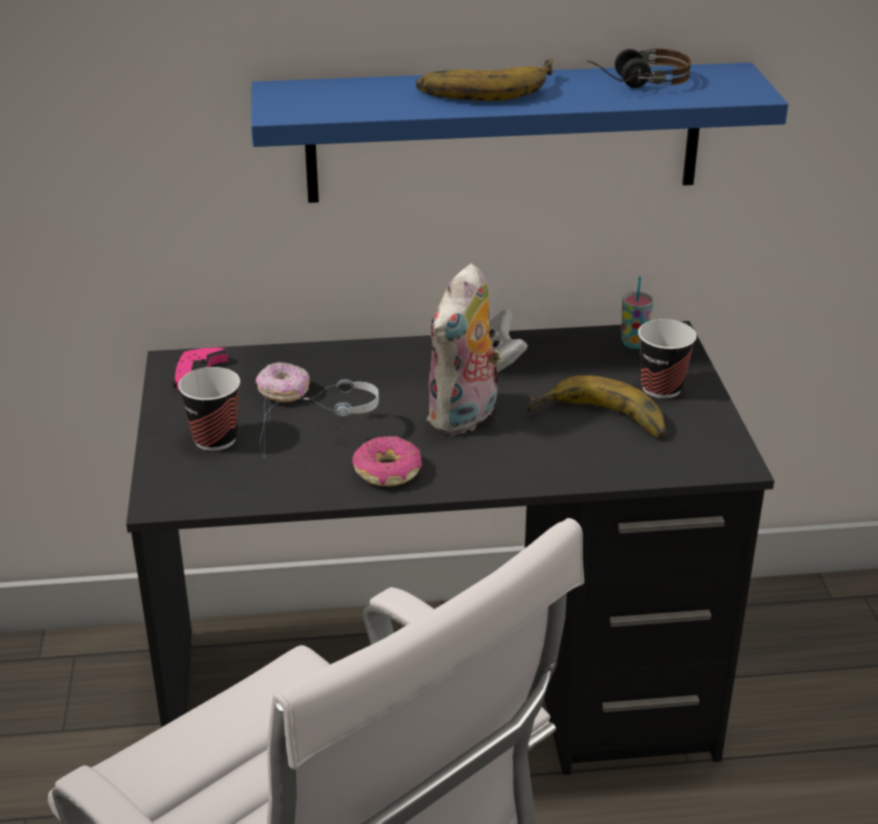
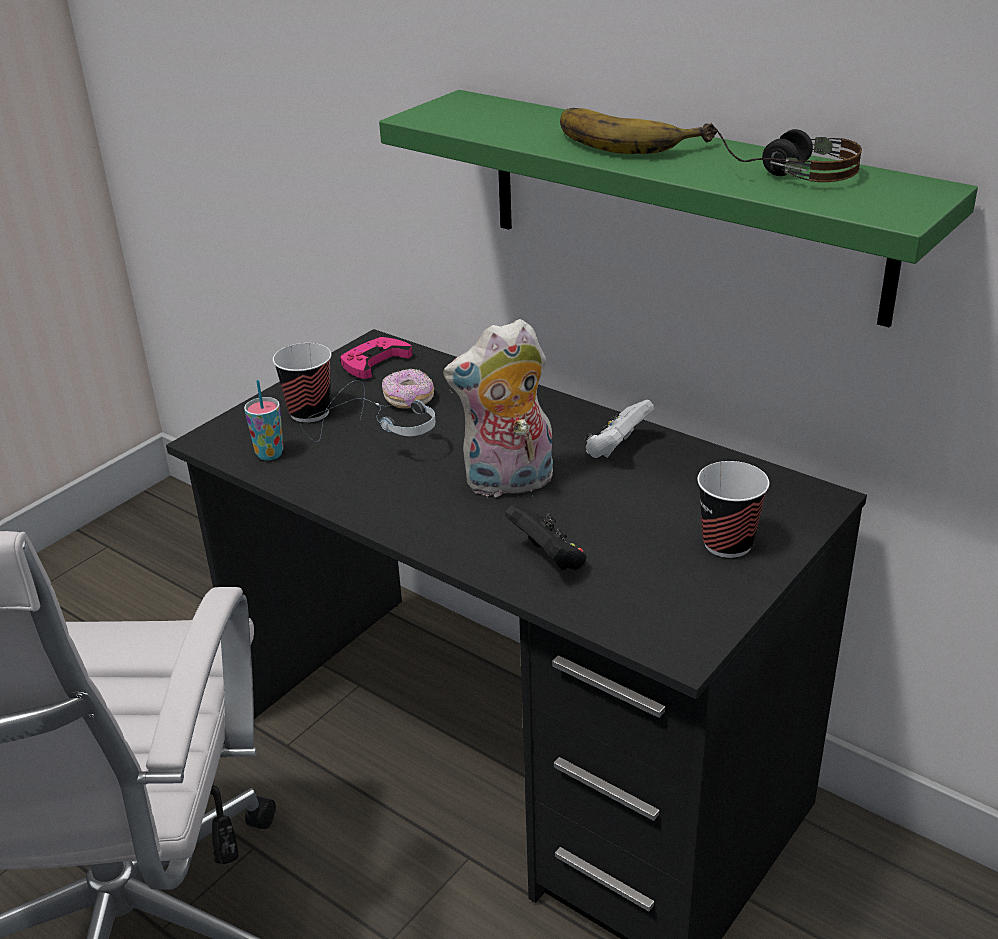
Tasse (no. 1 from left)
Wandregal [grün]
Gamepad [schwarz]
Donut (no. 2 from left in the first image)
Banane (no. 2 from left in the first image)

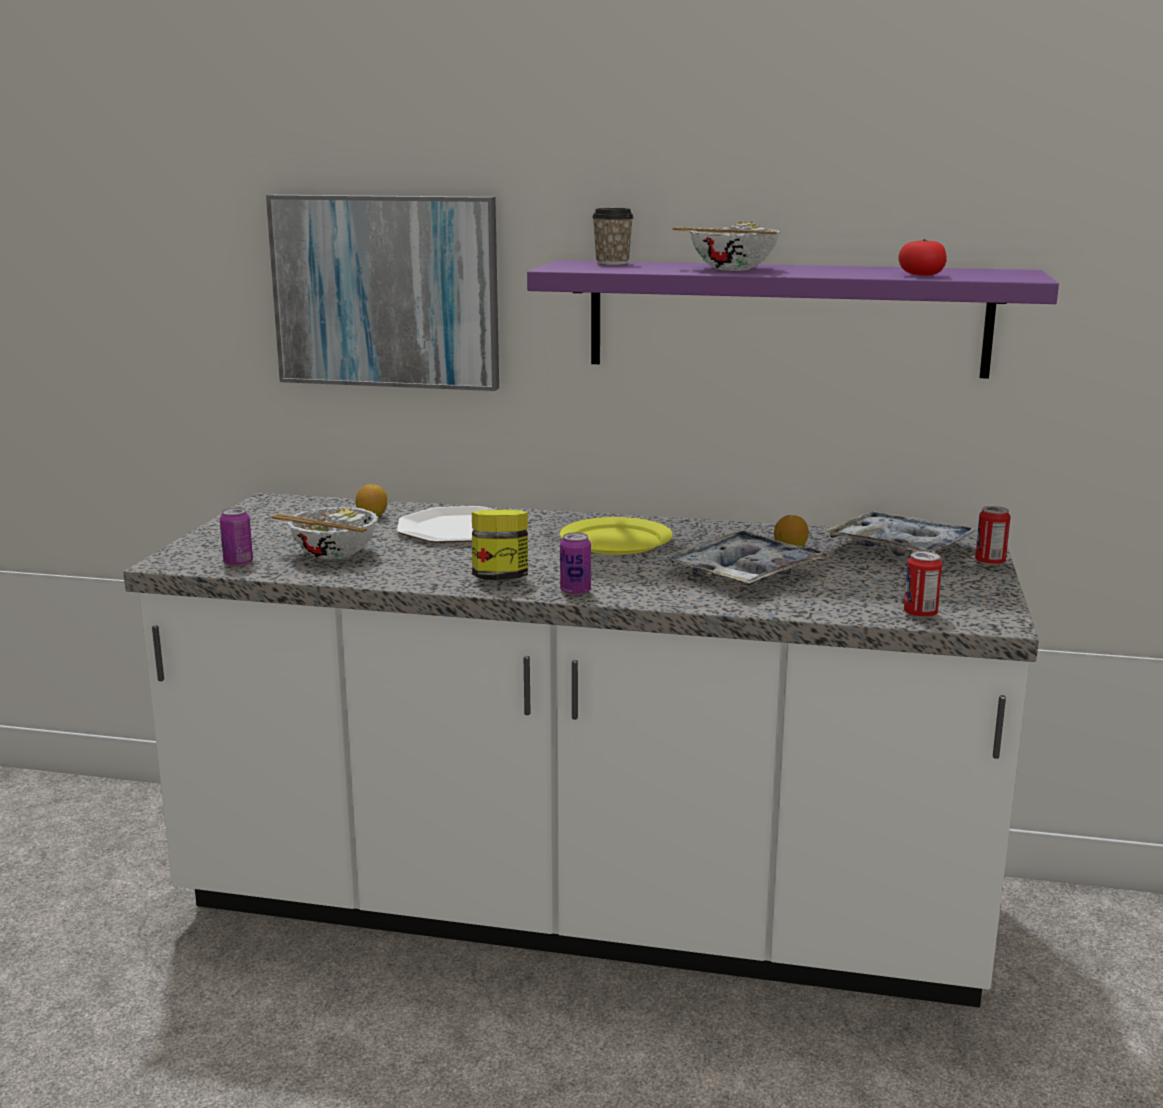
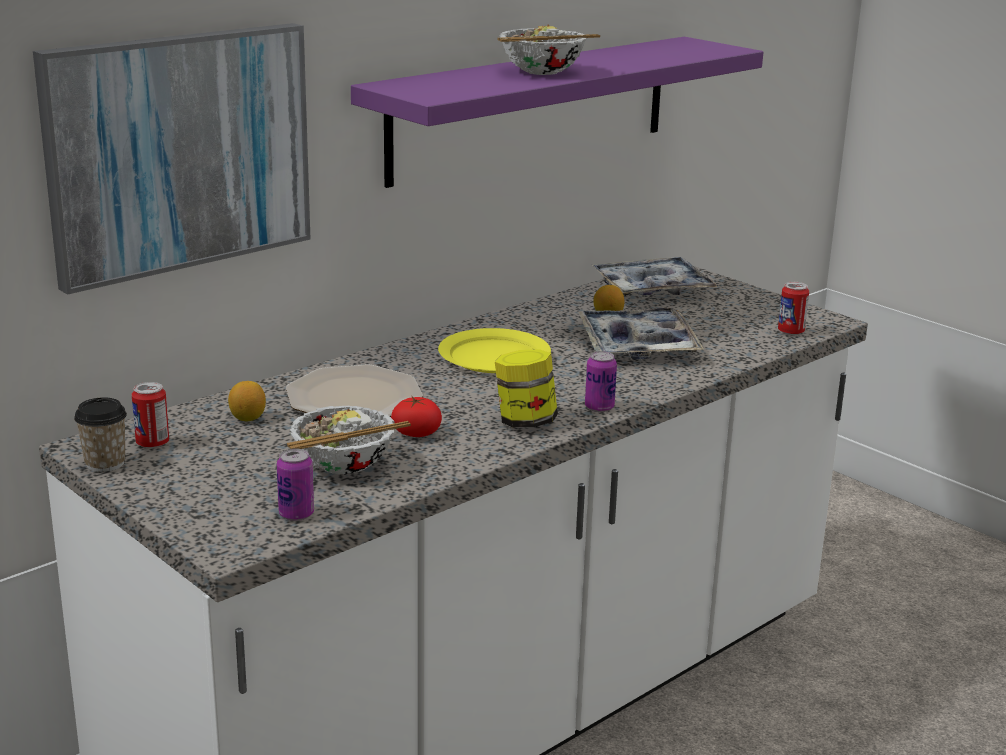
Tasse
Dose (no. 1 from left)
Tomate

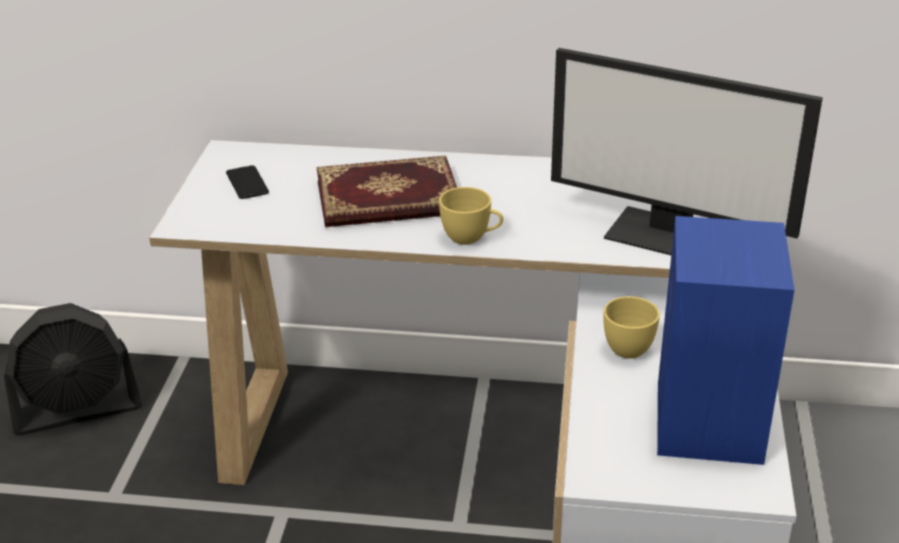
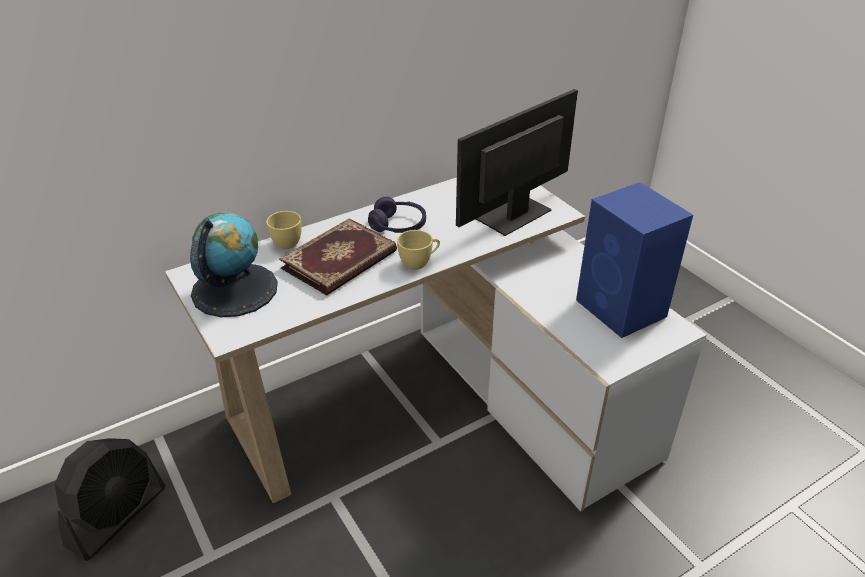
Globus
Tasse [gelb] (no. 1 from left)
Kopfhörer [lila]
Monitor

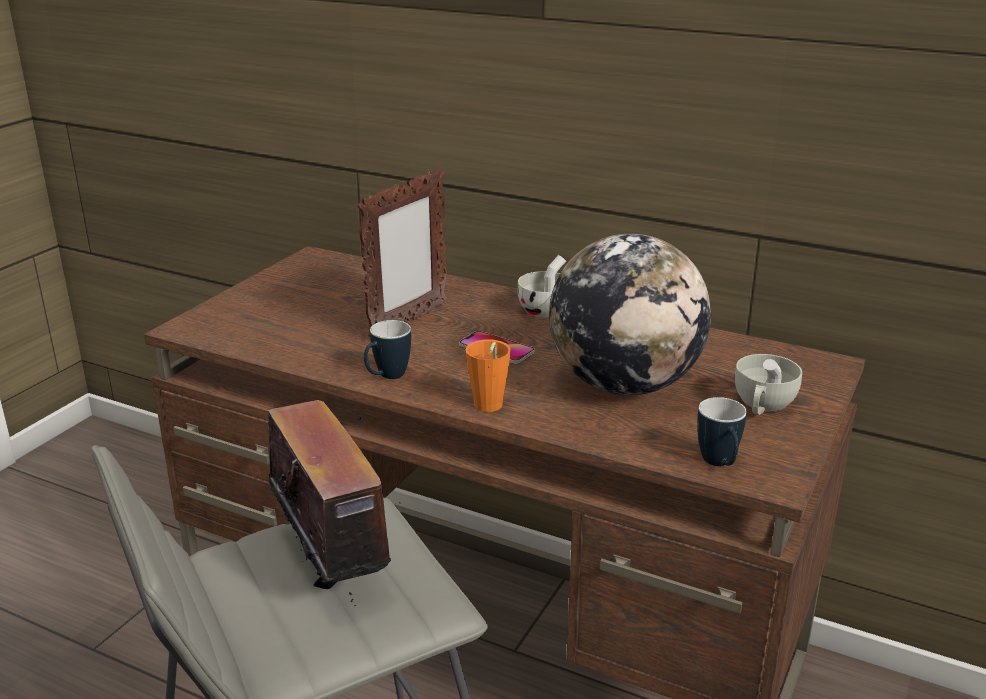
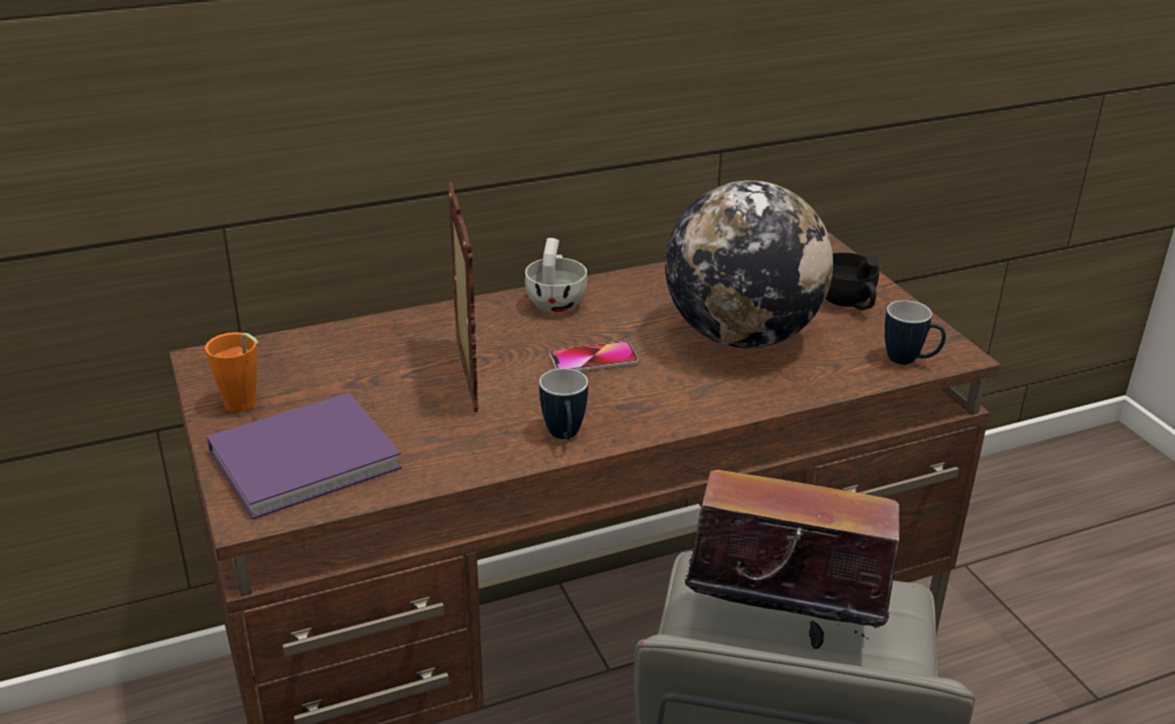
Tasse [orange]
Buch [lila]
Tasse [schwarz]

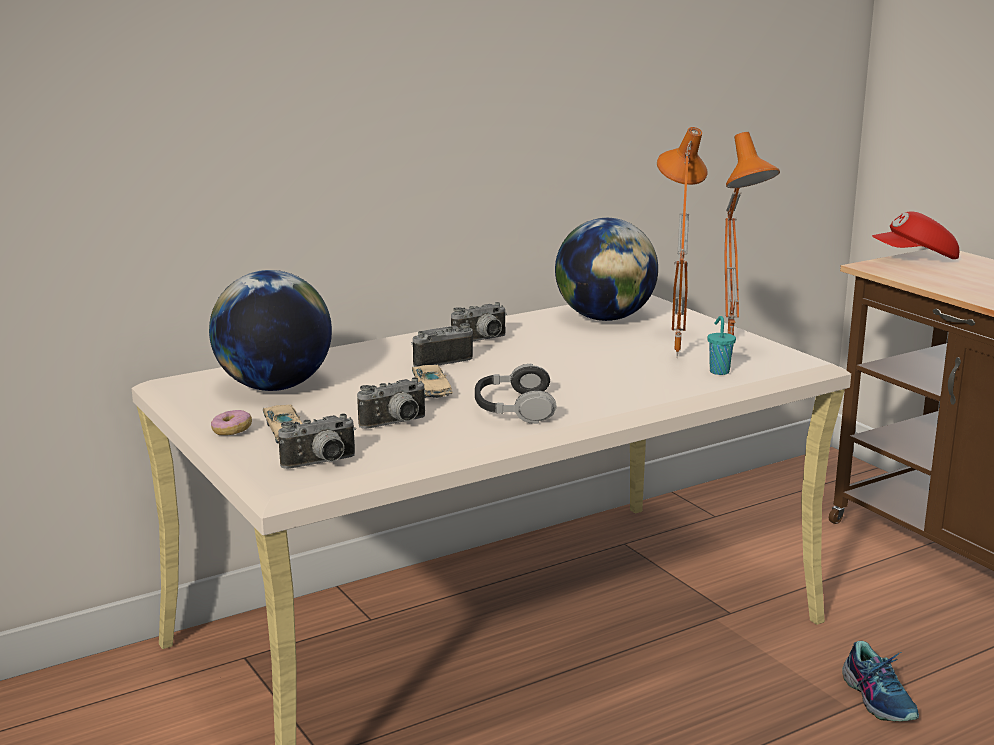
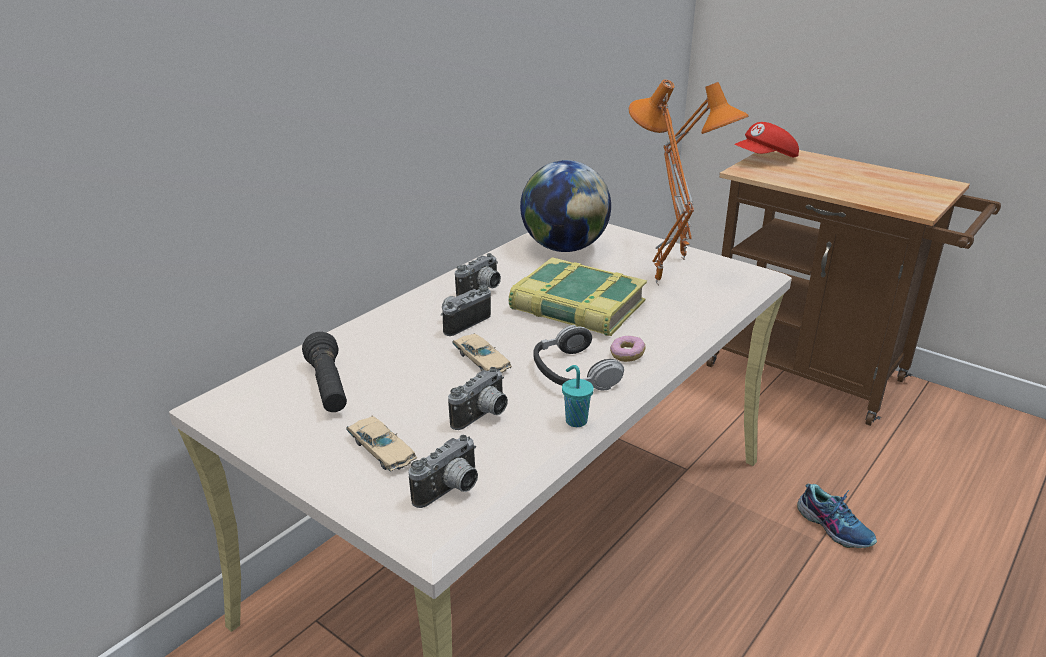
Taschenlampe [schwarz]
Buch
Tasse [türkis]
Donut

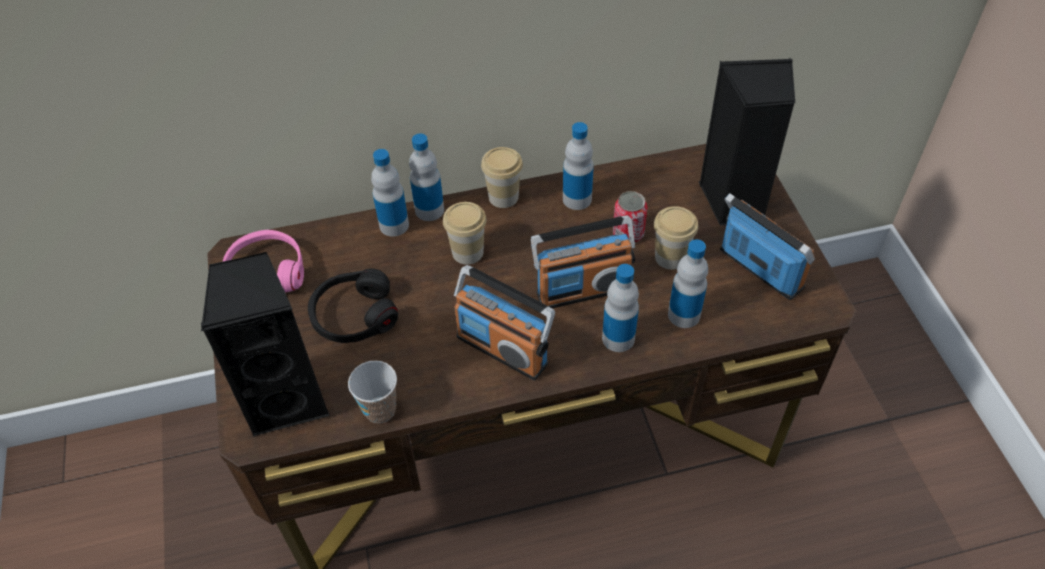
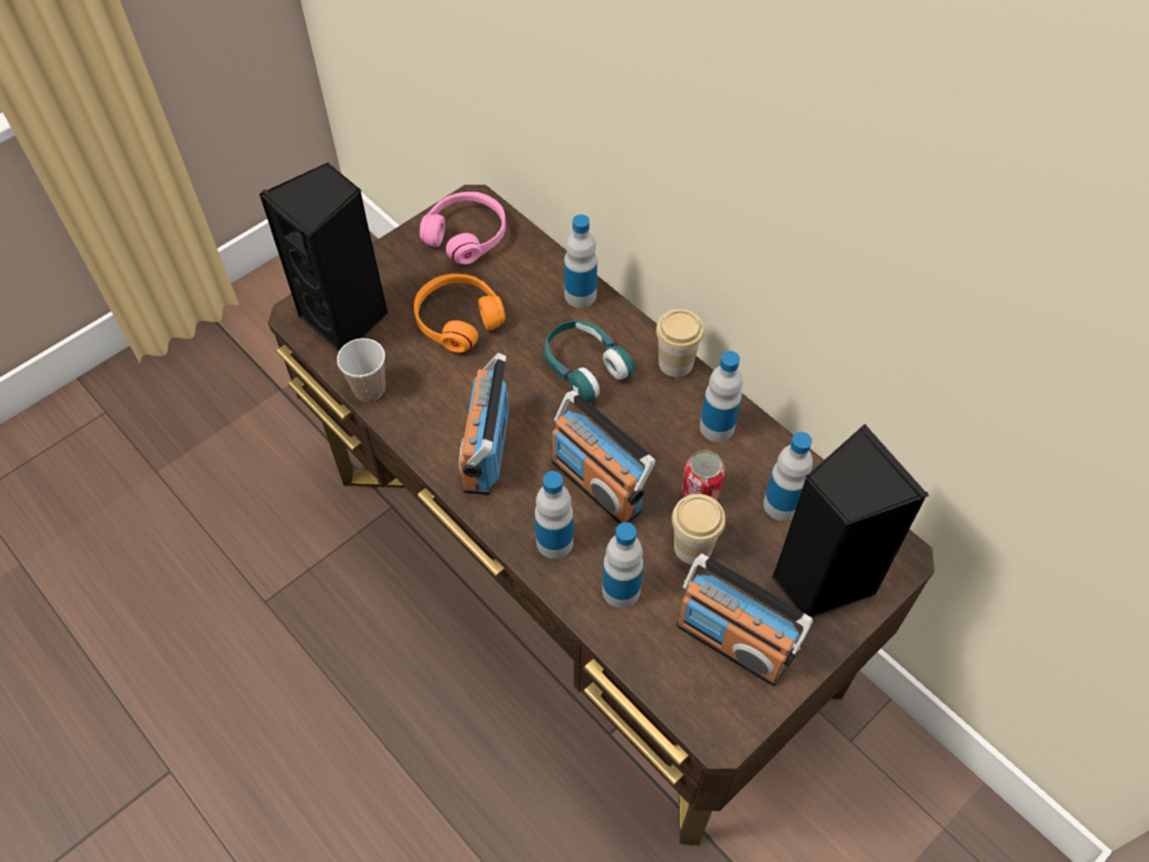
Kopfhörer [orange]
Kopfhörer [türkis]
Radio (no. 3 from left)
Flasche (no. 5 from left)

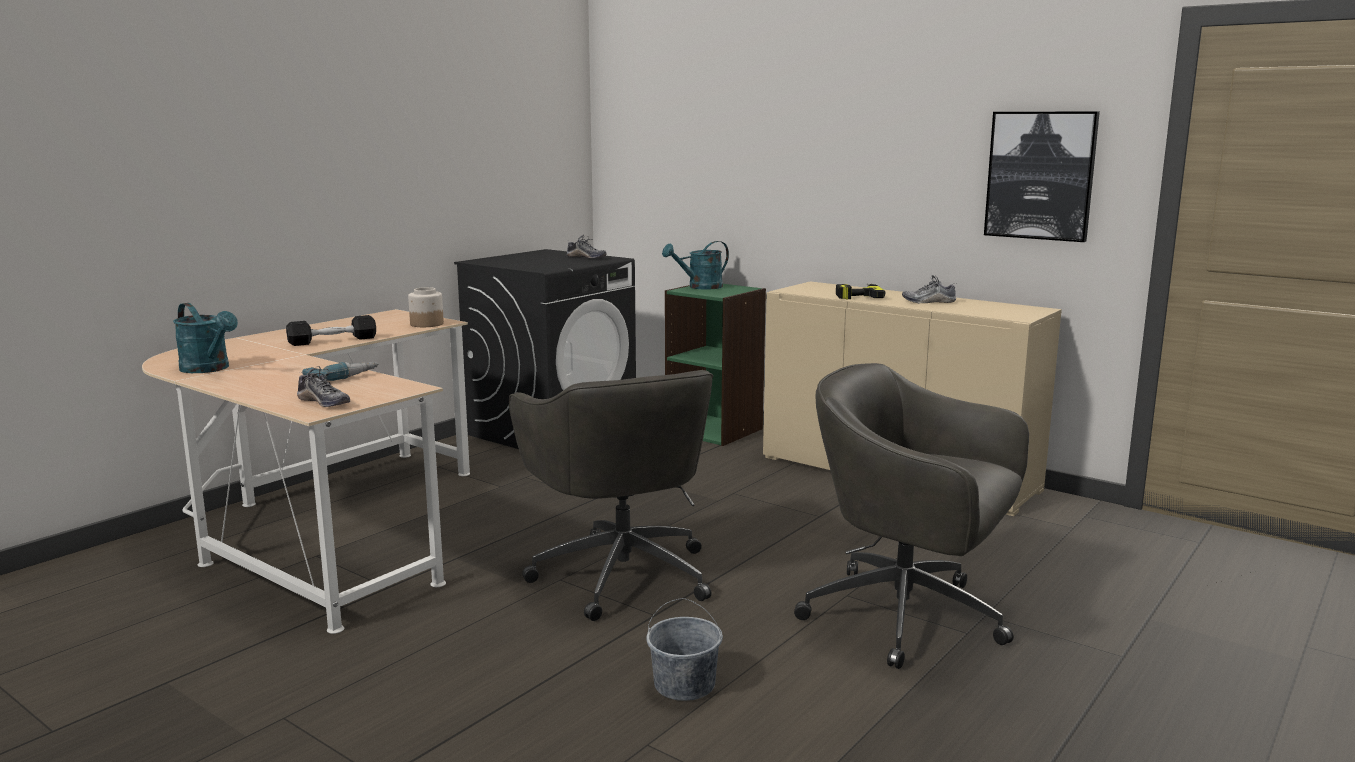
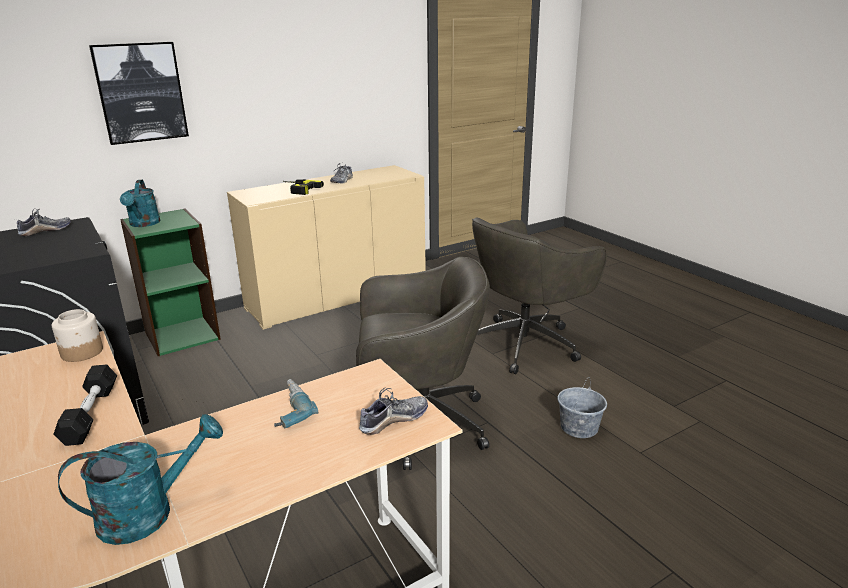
Bild

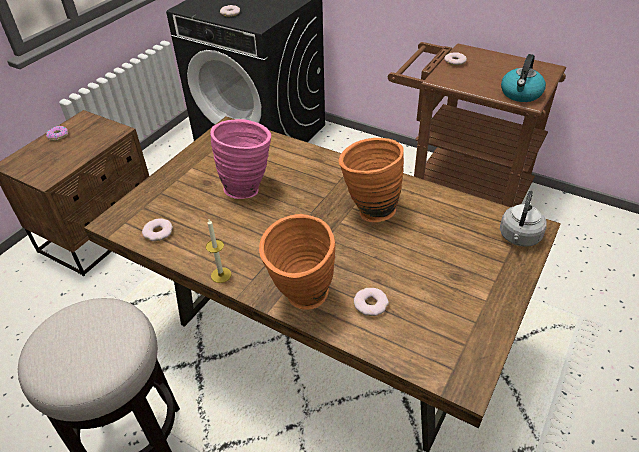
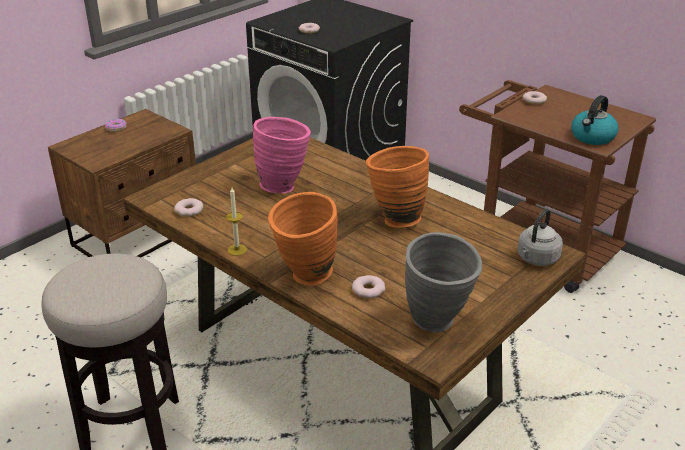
Vase [grau]

